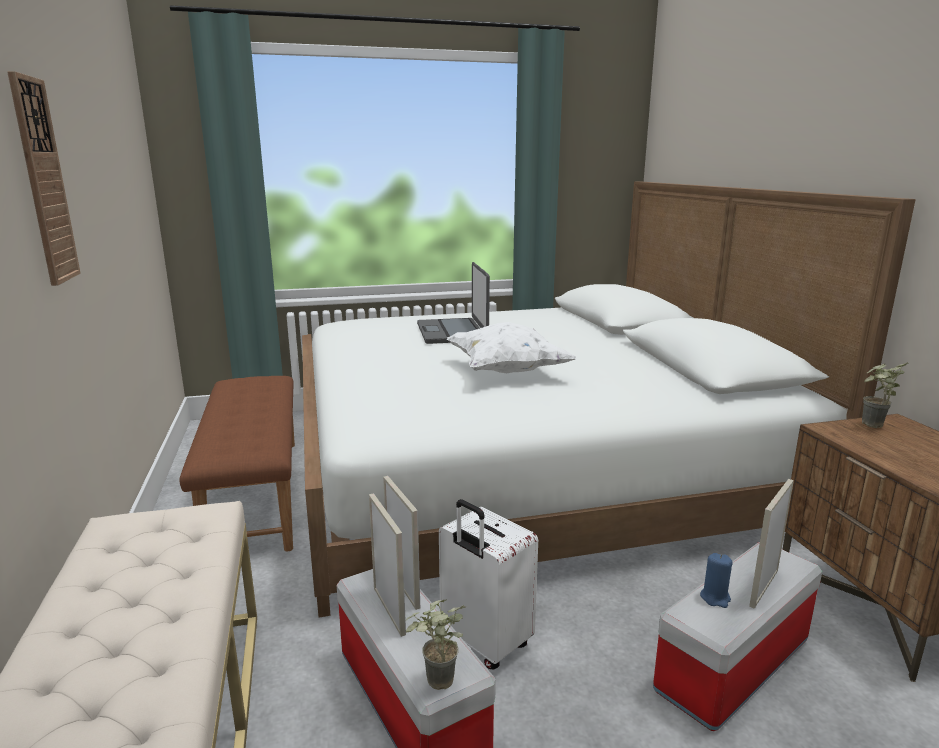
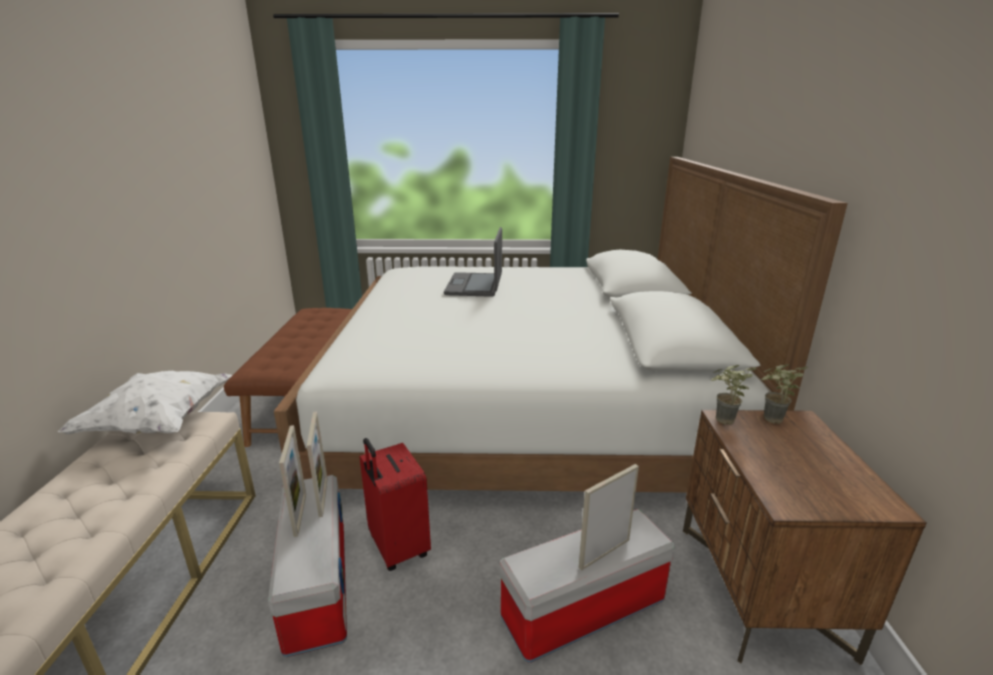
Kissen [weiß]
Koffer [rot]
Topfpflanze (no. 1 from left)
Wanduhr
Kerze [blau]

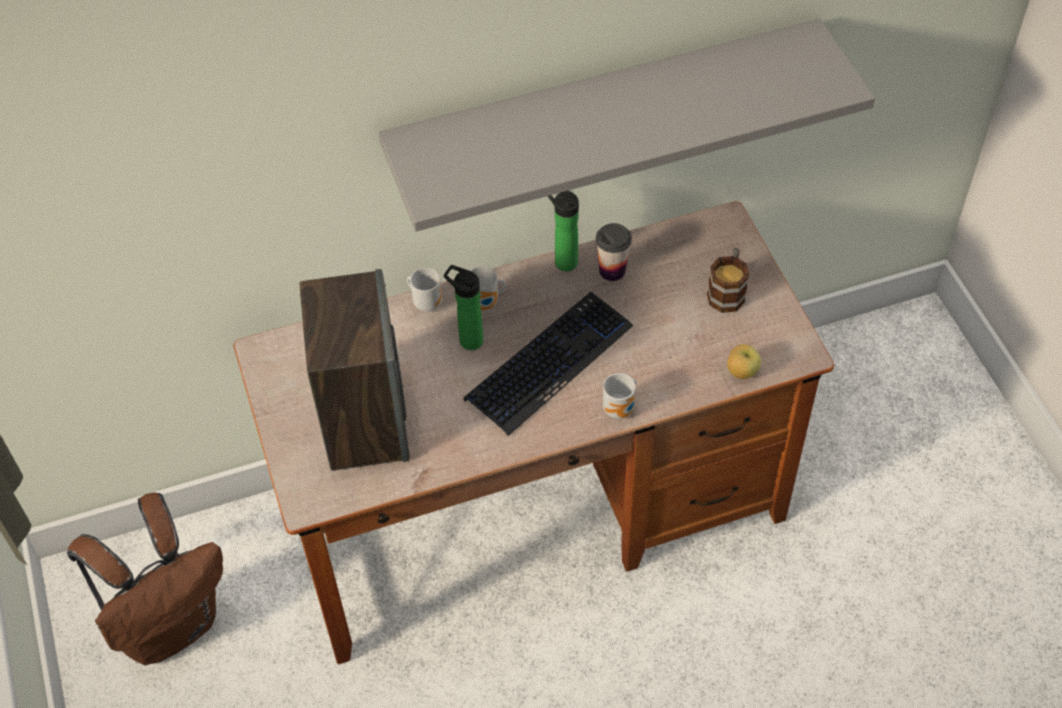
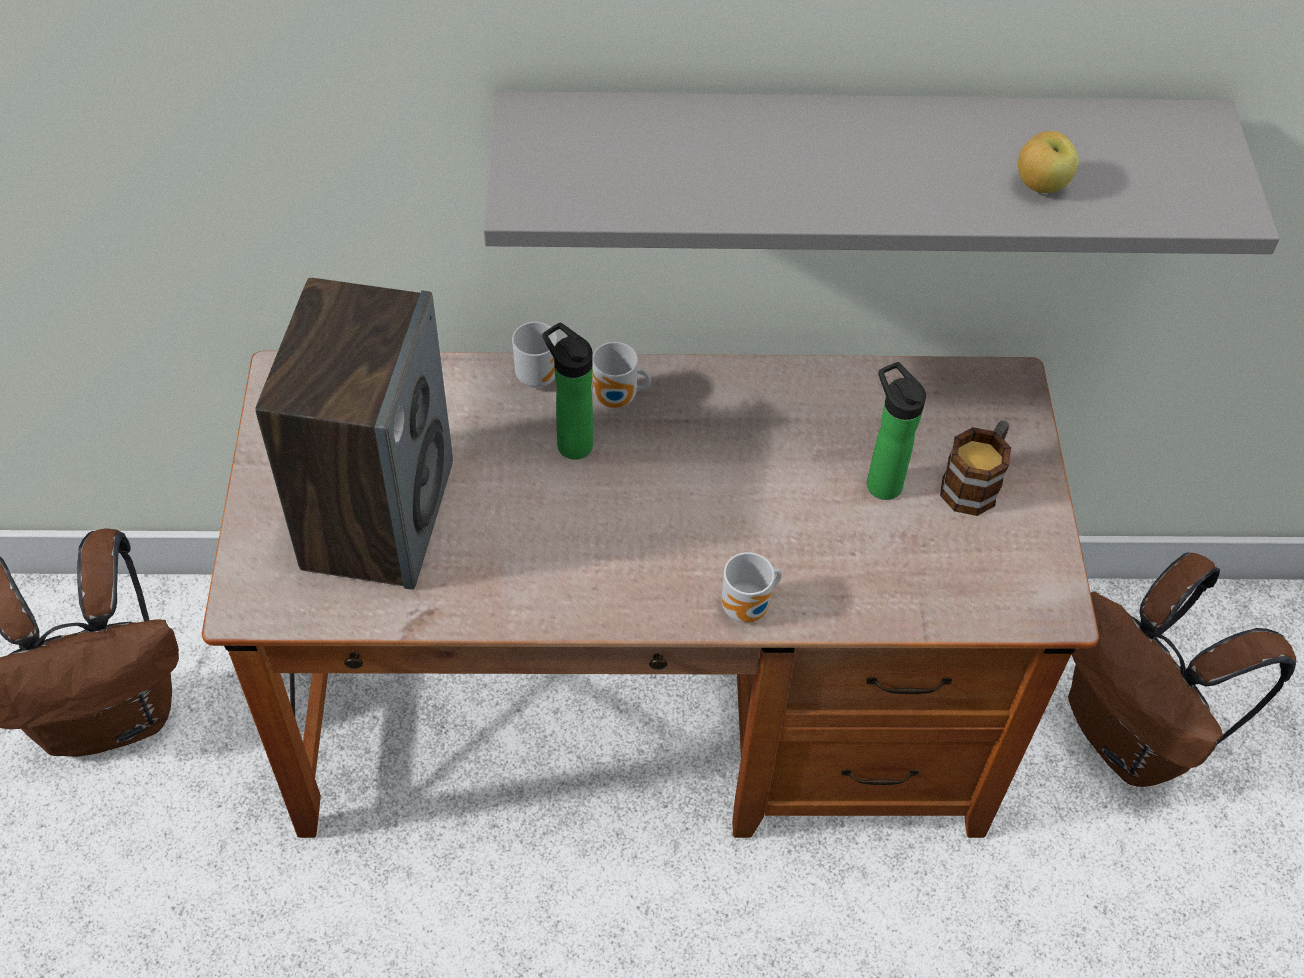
Flasche (no. 2 from left)
Apfel
Rucksack [braun] (no. 2 from left)
Tastatur
Tasse

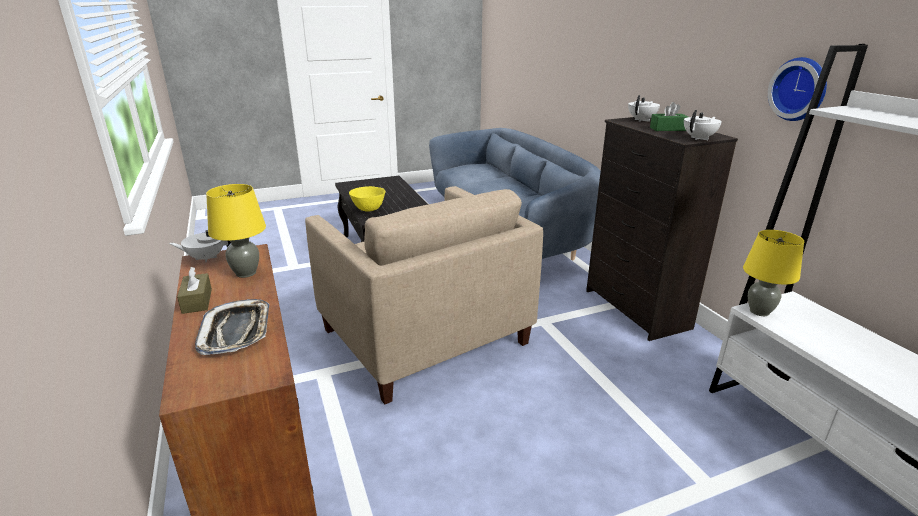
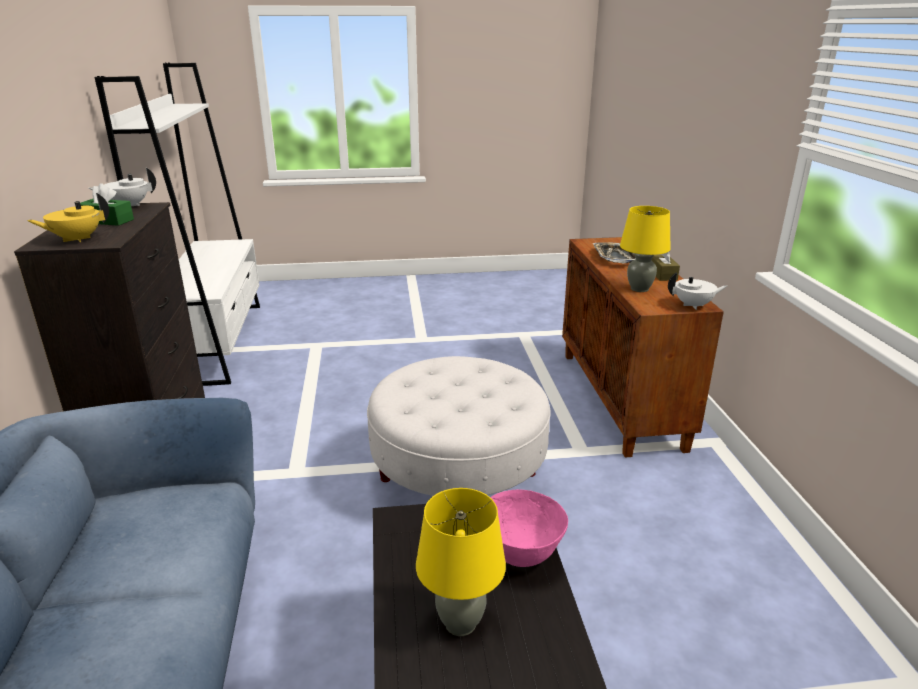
Teekanne [gelb]
Polsterhocker [weiß]
Tischlampe [gelb] (no. 1 from left)
Schüssel [rosa]
Wanduhr

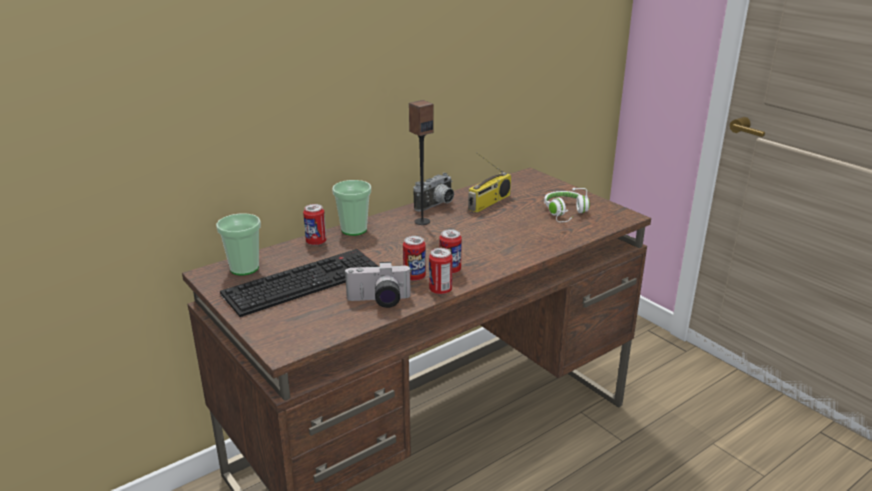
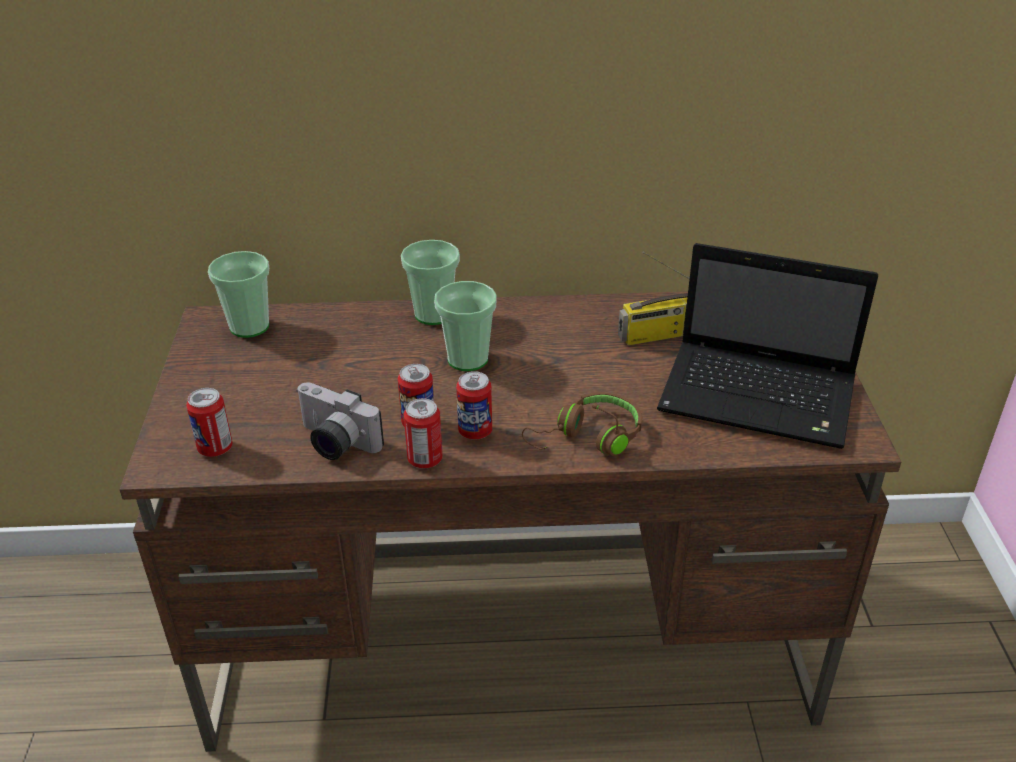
Dose (no. 1 from left)
Tasse (no. 3 from left)
Kopfhörer [braun]
Laptop
Tastatur
Lautsprecher
Kamera (no. 2 from left in the first image)

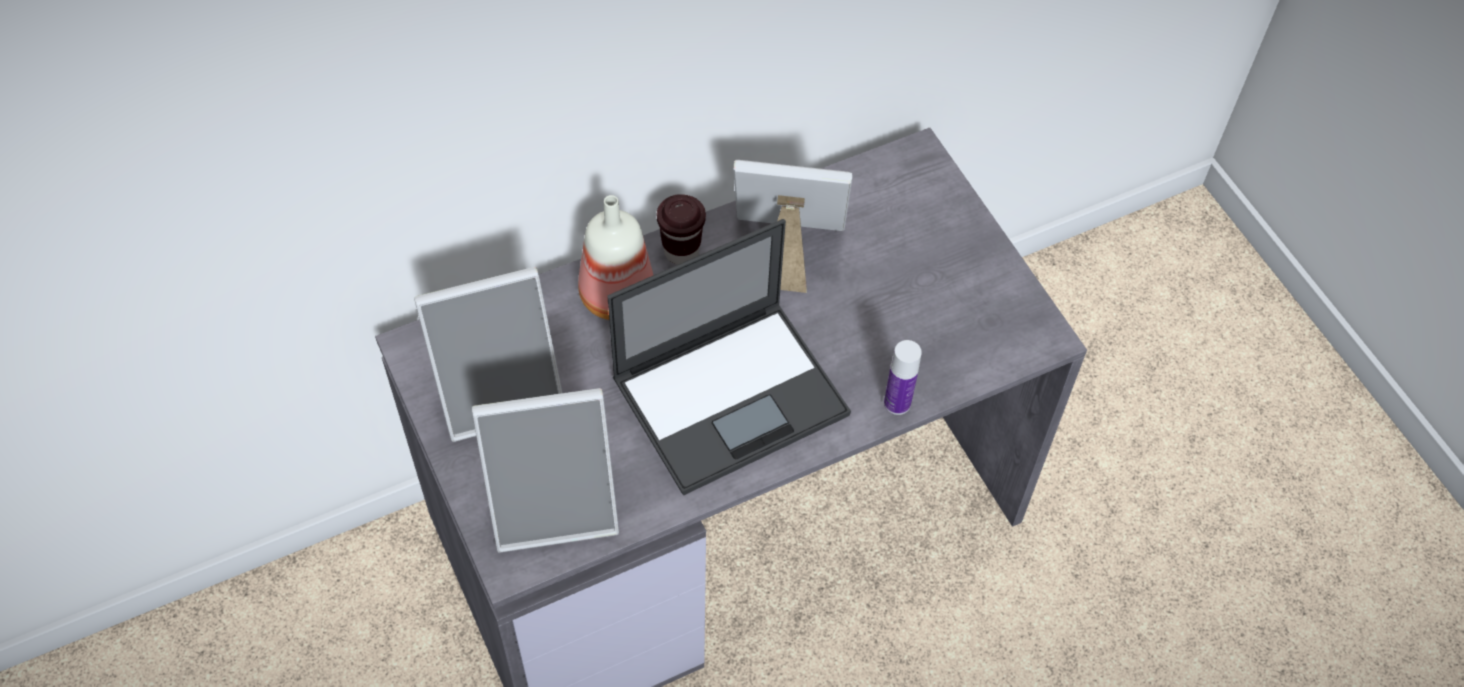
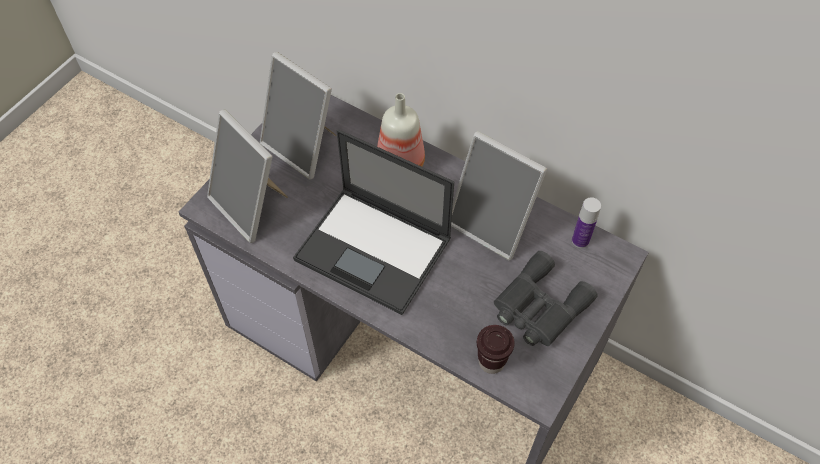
Bilderrahmen (no. 3 from left)
Tasse [braun]
Fernglas [grau]
Flasche (no. 2 from left)

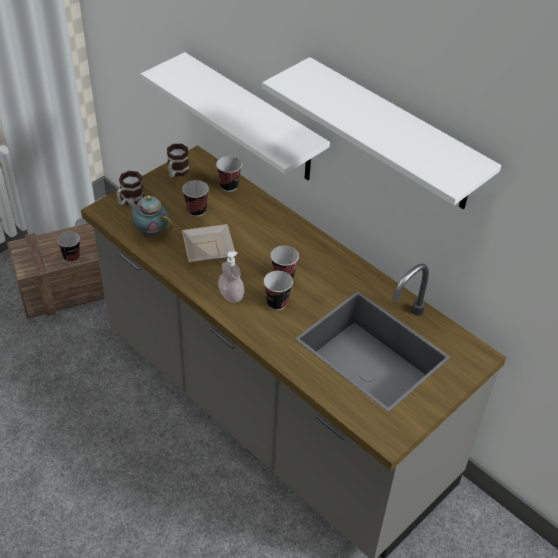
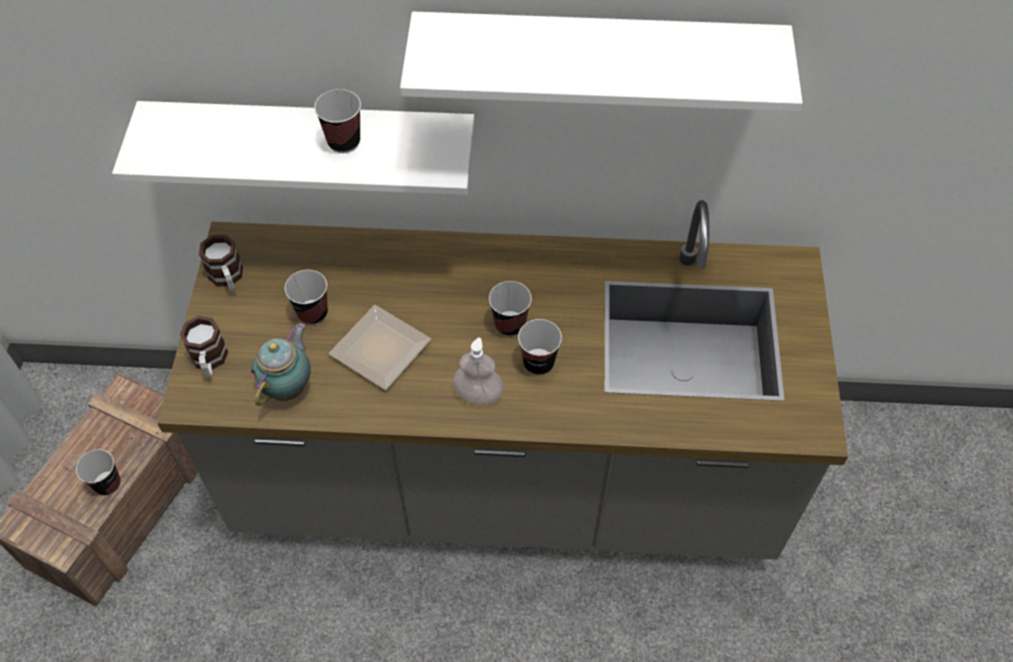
Teekanne
Tasse (no. 3 from left)

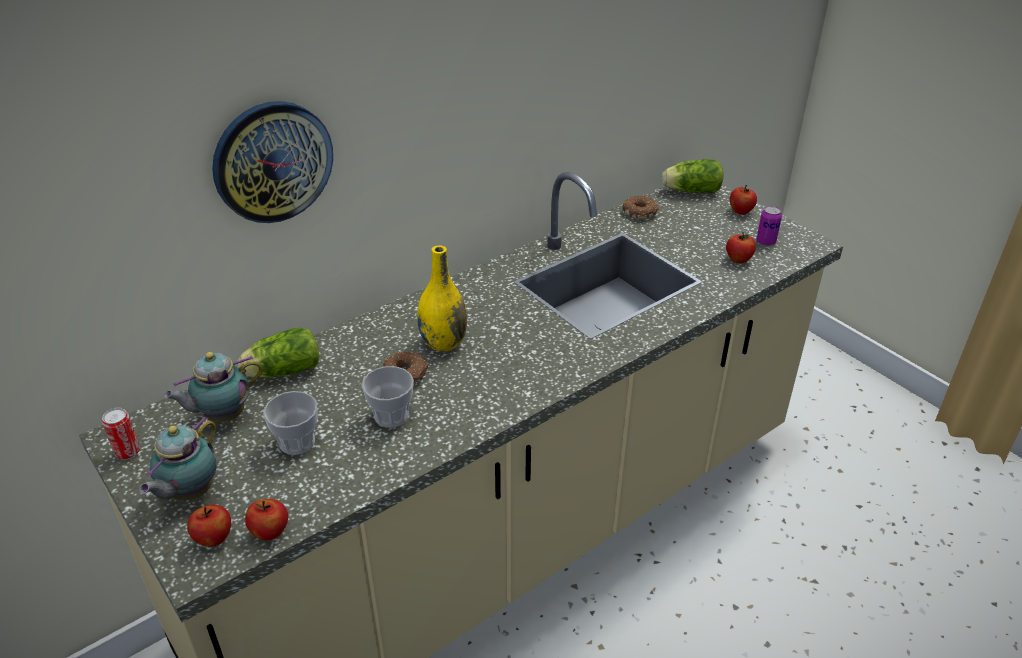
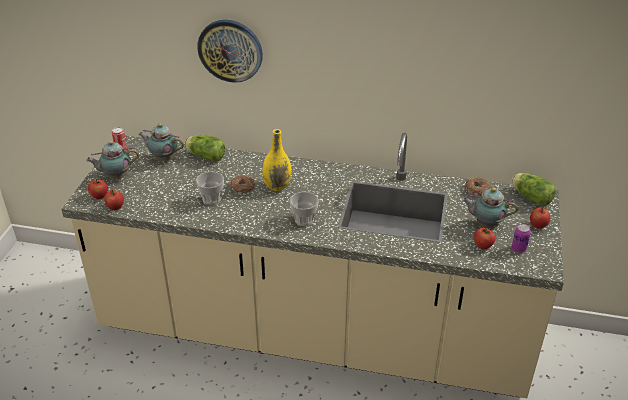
Tasse (no. 2 from left)
Teekanne (no. 3 from left)

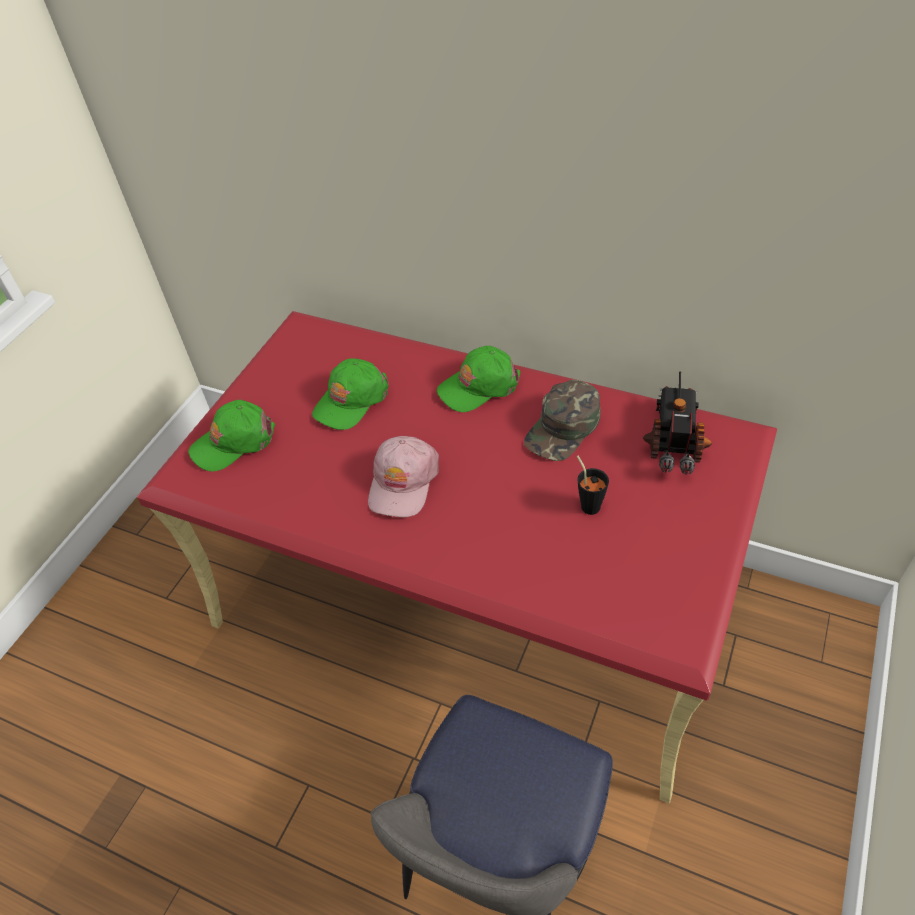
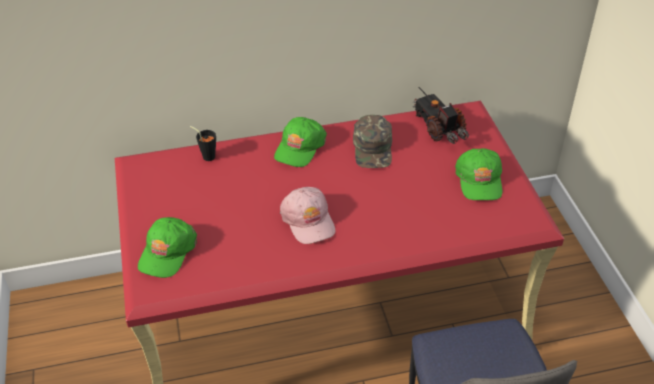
Tasse [schwarz]
Kappe [grün] (no. 4 from left)

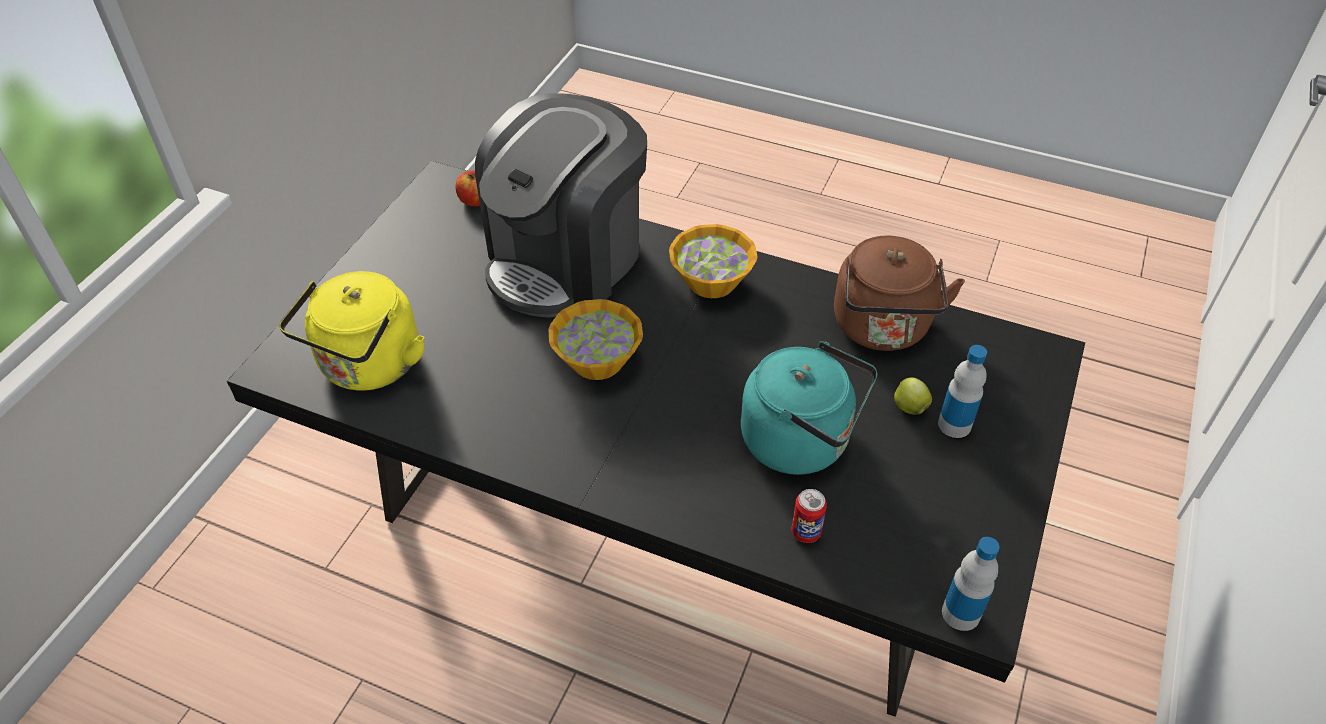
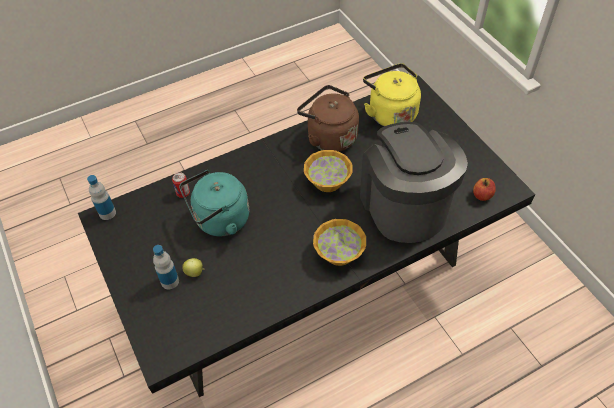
Wasserkessel [braun]

